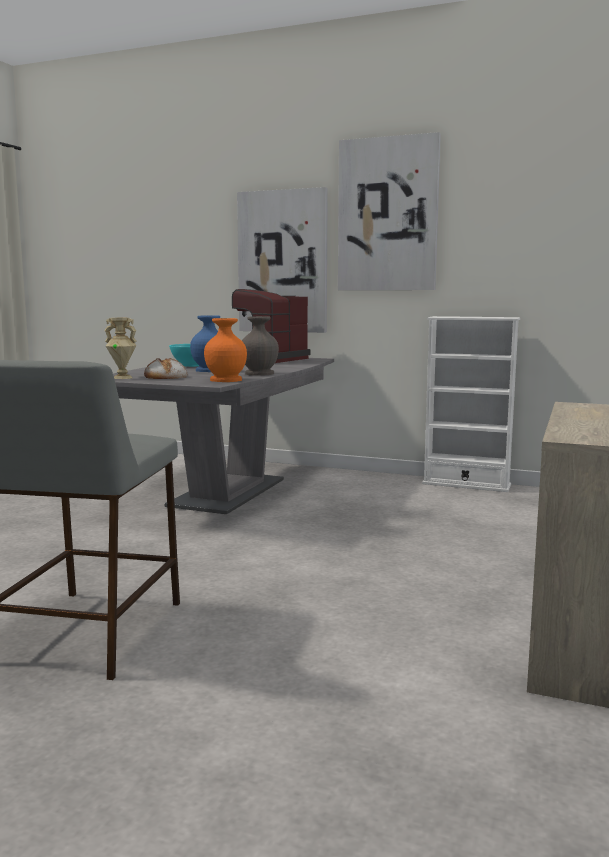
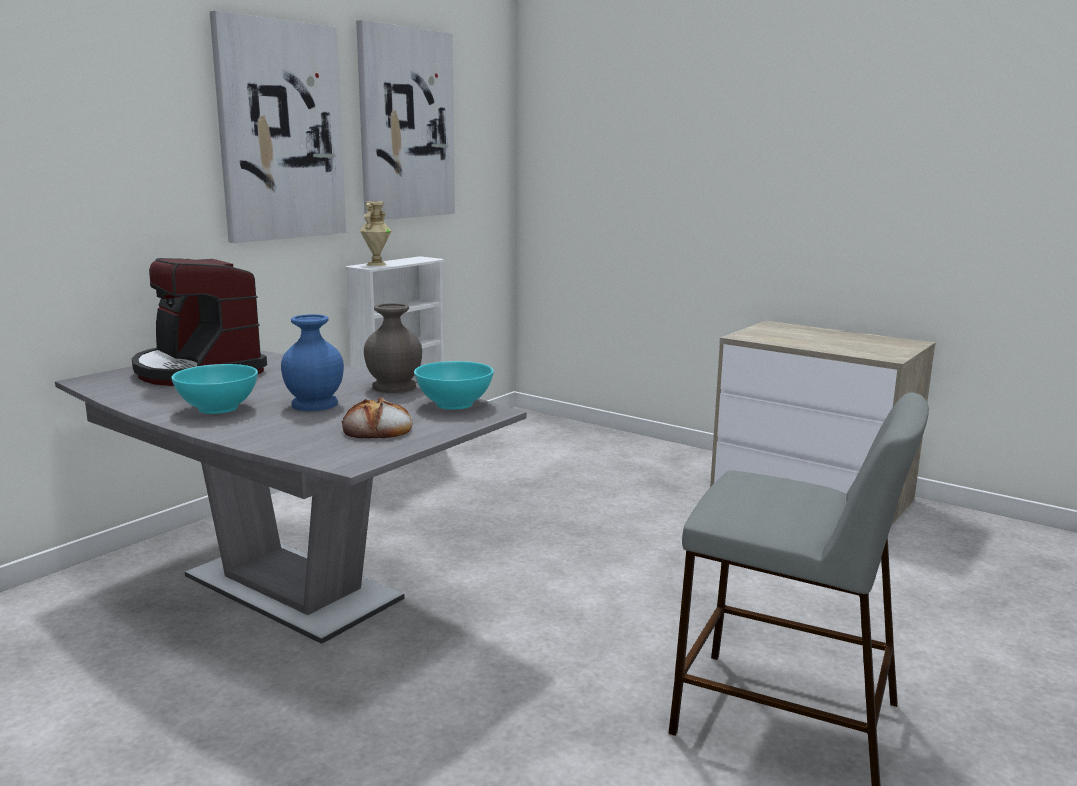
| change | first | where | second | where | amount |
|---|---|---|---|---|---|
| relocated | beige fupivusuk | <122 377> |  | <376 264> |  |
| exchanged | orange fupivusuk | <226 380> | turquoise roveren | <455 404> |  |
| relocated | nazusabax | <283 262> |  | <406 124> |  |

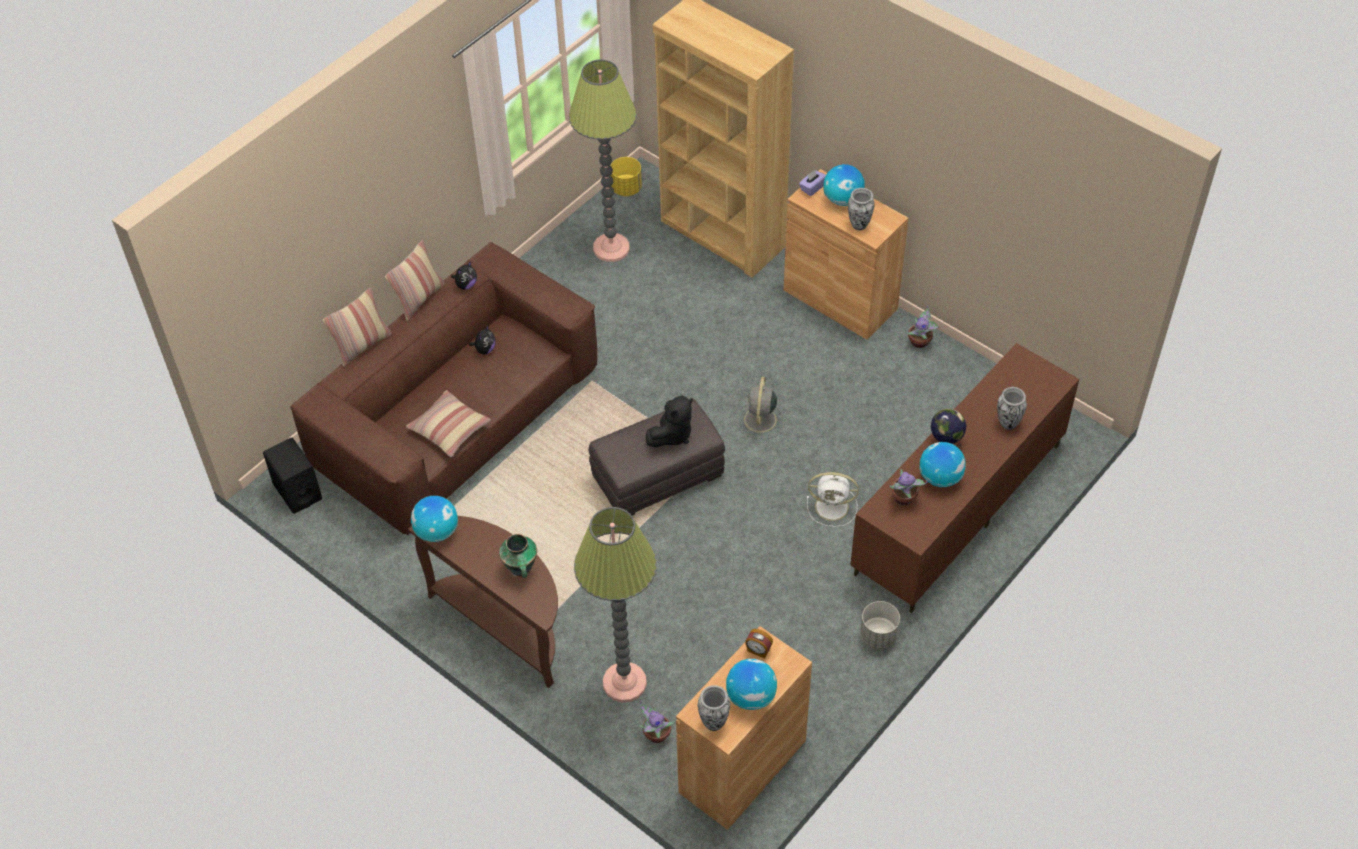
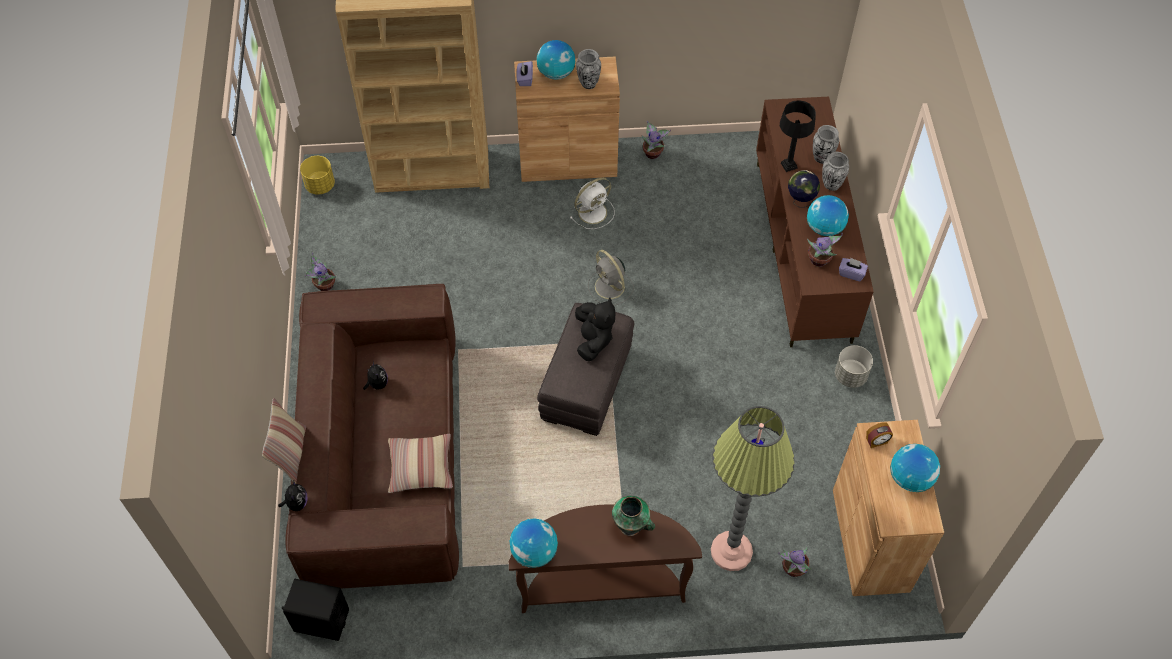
| change | first | where | second | where | amount |
|---|---|---|---|---|---|
| missing | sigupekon | <419 299> |  |  |  |
| relocated | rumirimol | <466 285> |  | <296 503> |  |
| missing | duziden | <611 248> |  |  |  |
| relocated | fupivusuk | <714 722> |  | <831 185> |  |
| relocated | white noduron | <833 507> |  | <593 212> |  |
| appeared |  |  | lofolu | <324 285> |  |
| appeared |  |  | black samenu | <788 165> |  |
| appeared |  |  | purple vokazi | <851 273> |  |

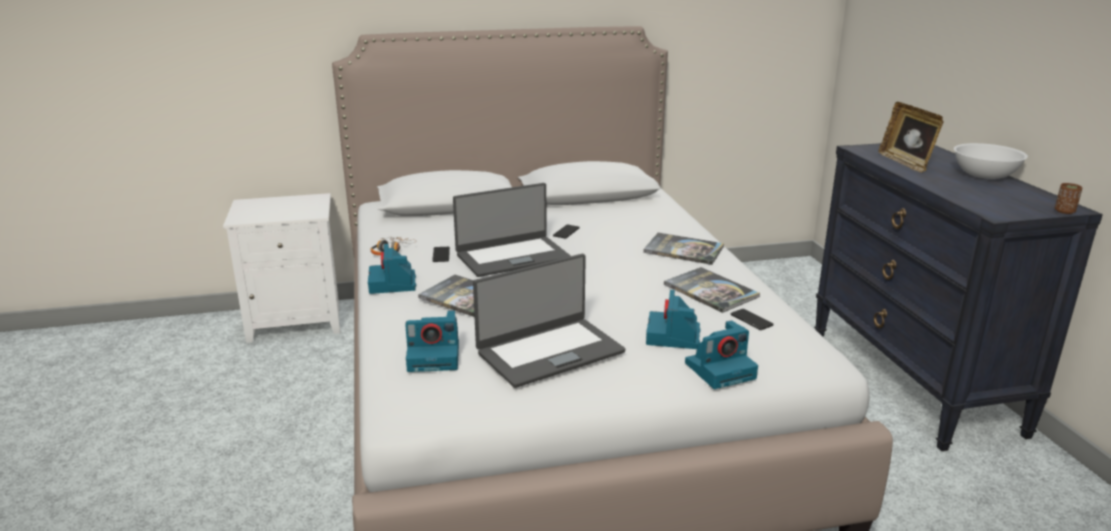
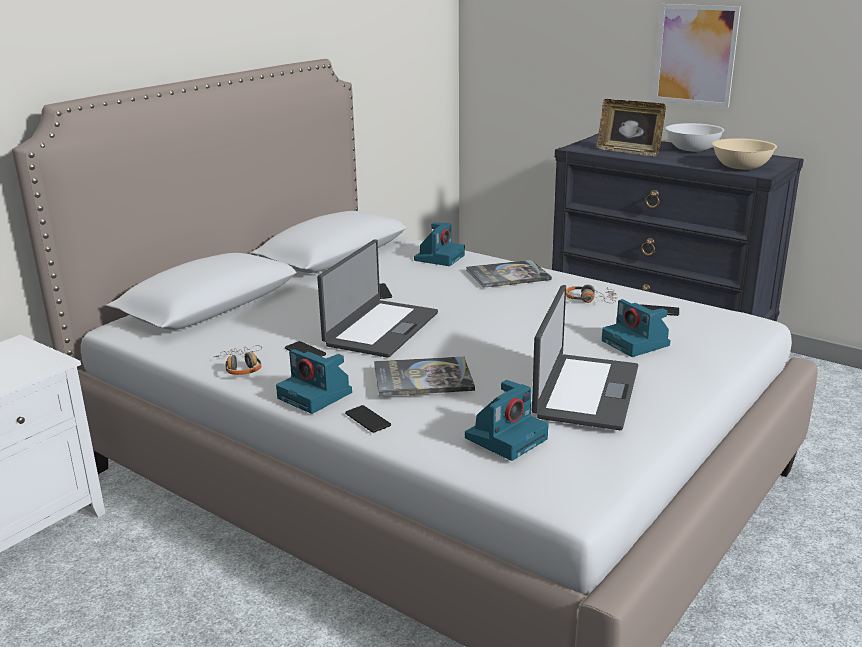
| change | first | where | second | where | amount |
|---|---|---|---|---|---|
| exchanged | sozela | <711 291> | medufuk | <591 300> |  |
| relocated | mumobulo | <721 370> |  | <439 257> |  |
| missing | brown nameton | <1064 211> |  |  |  |
| appeared |  |  | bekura | <368 419> |  |
| appeared |  |  | nazusabax | <695 55> |  |
| appeared |  |  | beige roveren | <741 167> |  |

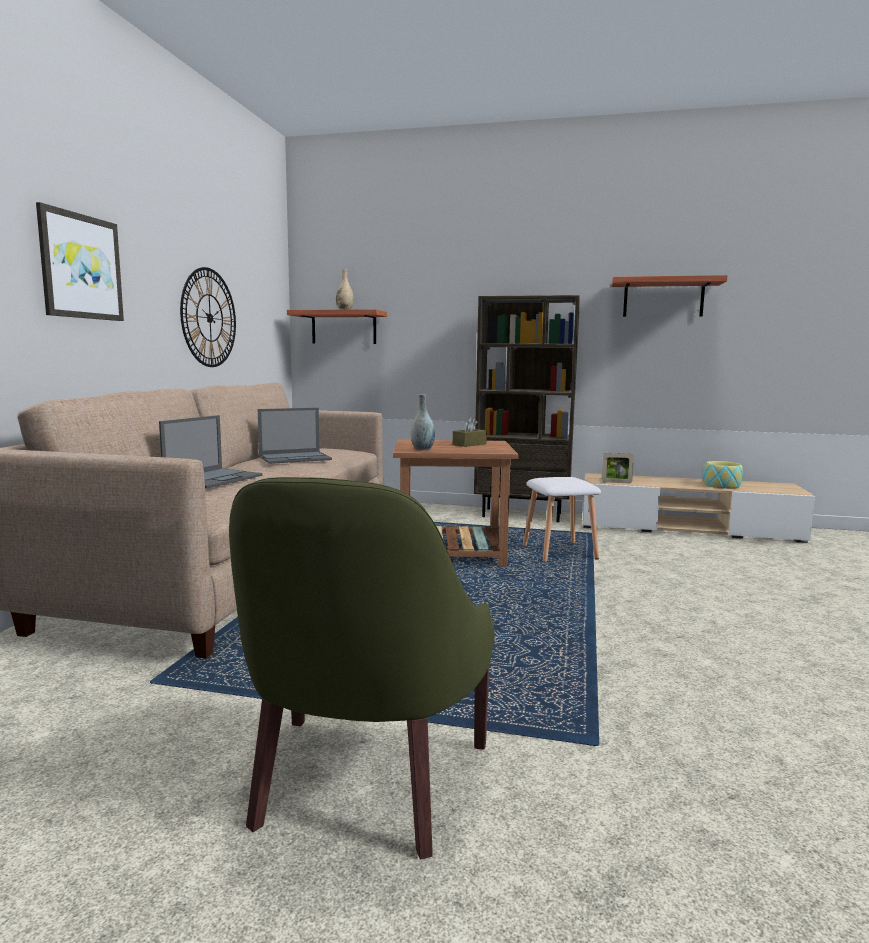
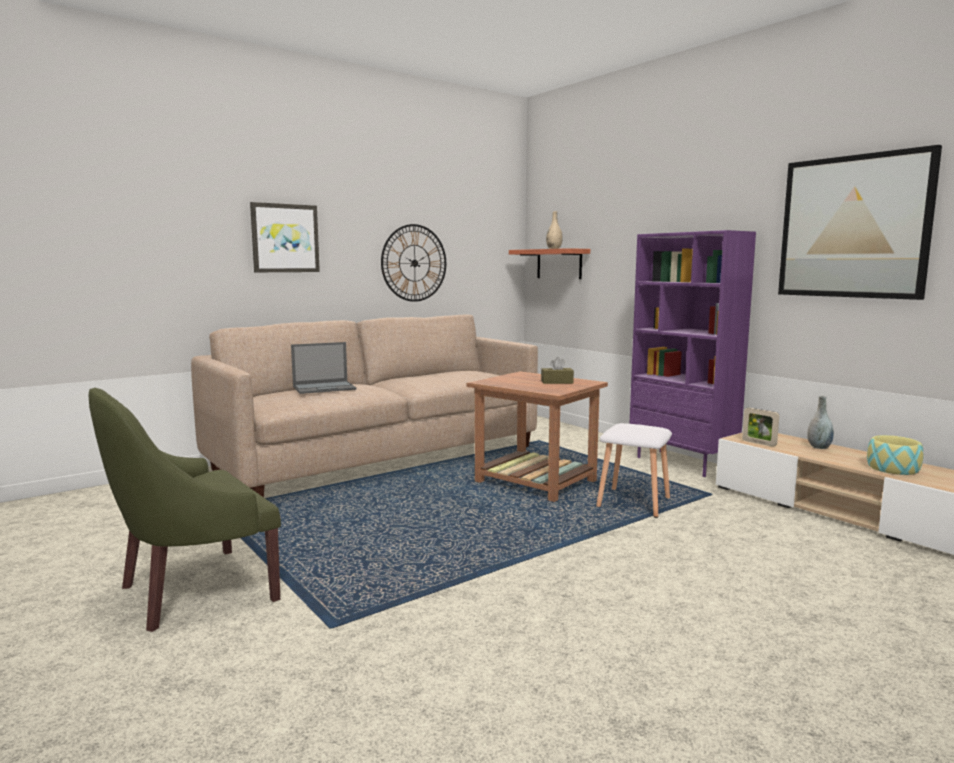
| change | first | where | second | where | amount |
|---|---|---|---|---|---|
| missing | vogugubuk | <296 458> |  |  |  |
| relocated | grey fupivusuk | <422 449> |  | <819 447> |  |
| colour | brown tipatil | <522 515> | purple tipatil | <682 463> |  |
| exchanged | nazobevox | <663 298> | nazusabax | <853 227> |  |

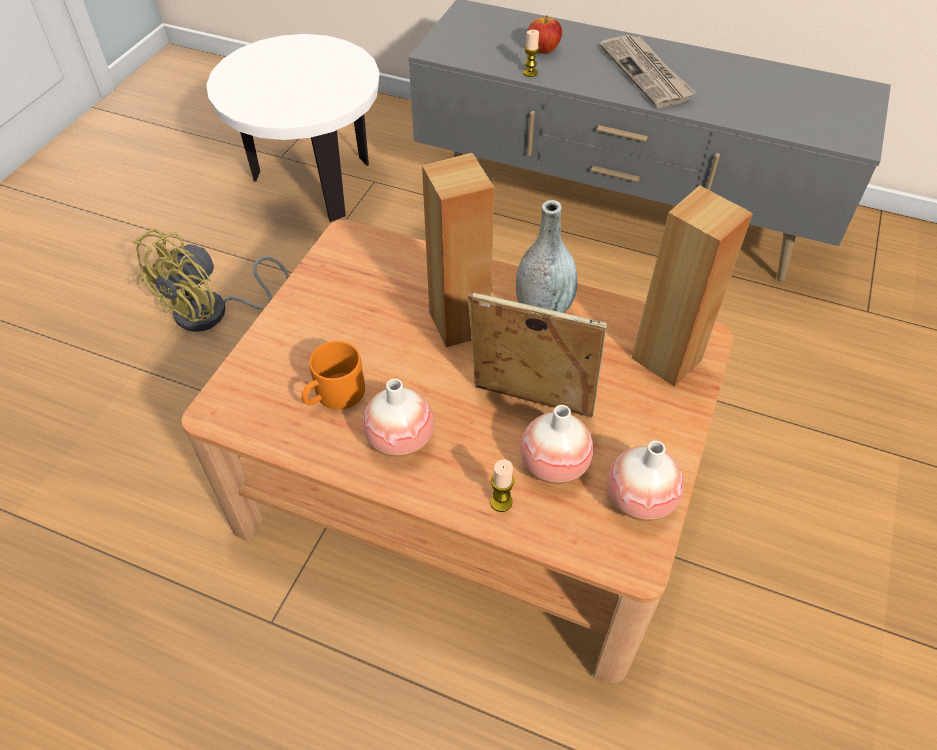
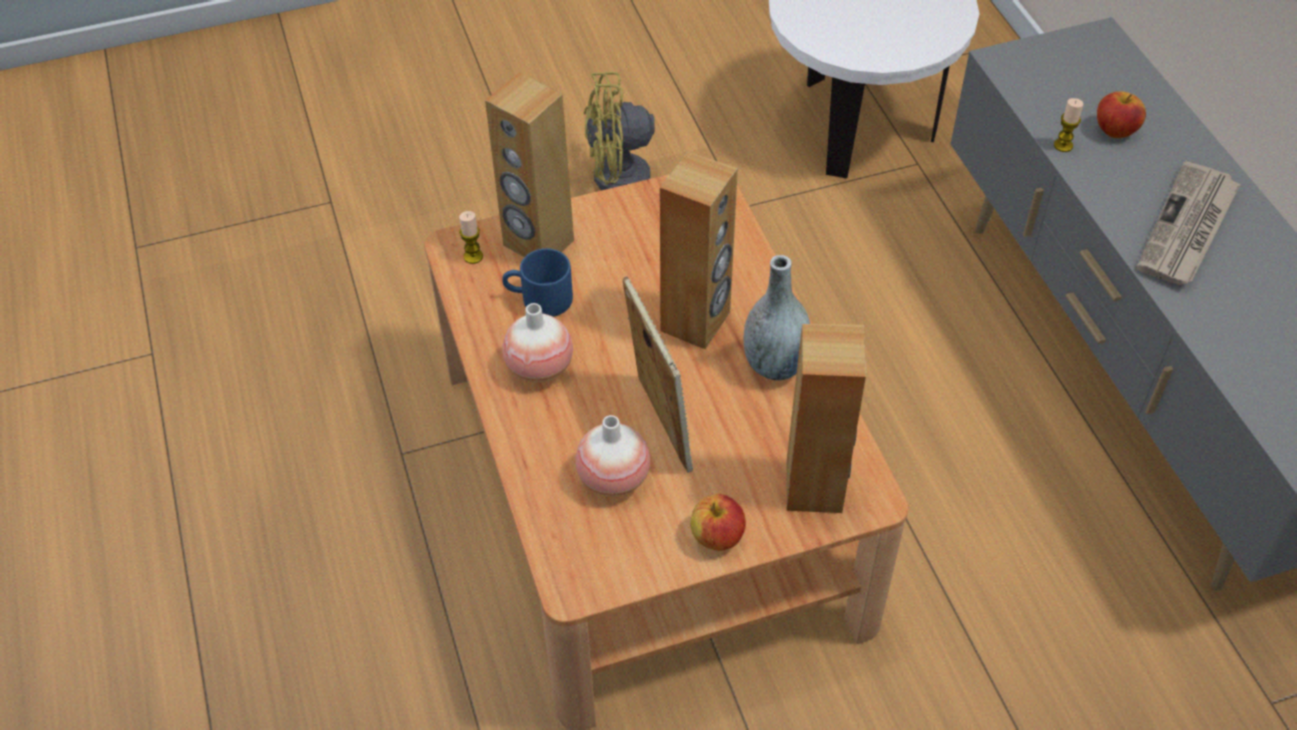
| change | first | where | second | where | amount |
|---|---|---|---|---|---|
| colour | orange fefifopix | <334 396> | blue fefifopix | <538 299> |  |
| relocated | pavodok | <501 502> |  | <473 256> |  |
| missing | fupivusuk | <639 500> |  |  |  |
| appeared |  |  | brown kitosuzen | <538 243> |  |
| appeared |  |  | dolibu | <717 537> |  |

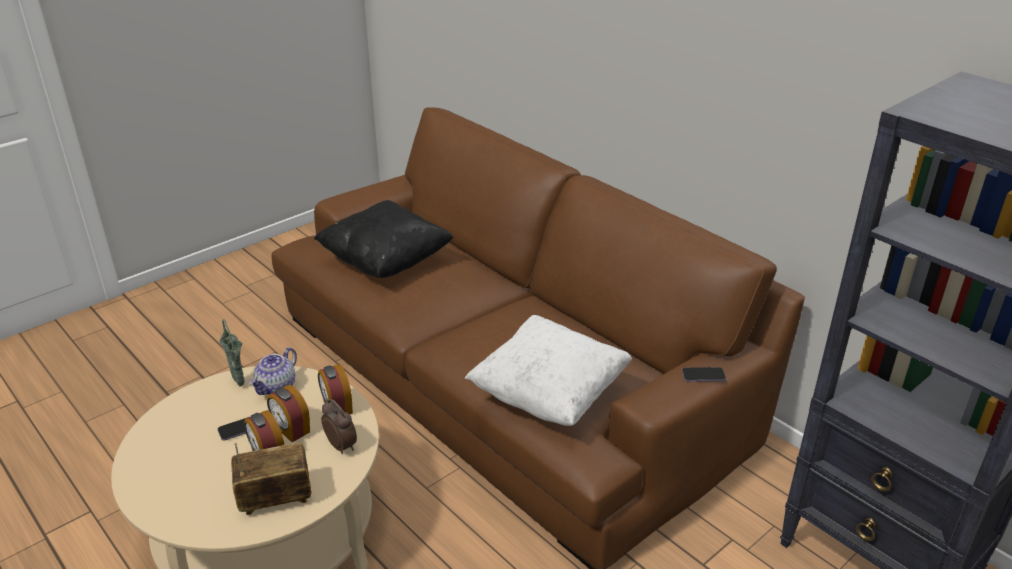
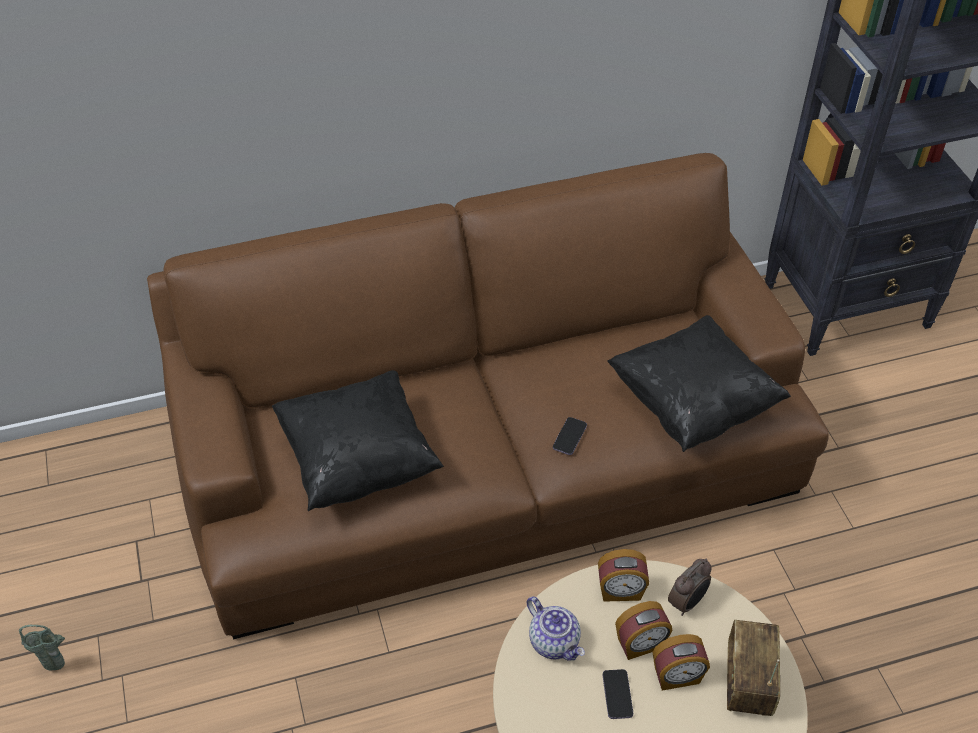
| change | first | where | second | where | amount |
|---|---|---|---|---|---|
| relocated | green fupivusuk | <240 385> |  | <59 668> |  |
| spun | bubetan | <342 445> |  | <687 602> | 150 degrees clockwise |
| colour | white sigupekon | <549 395> | black sigupekon | <692 404> |  |
| relocated | bekura | <703 376> |  | <569 437> |  |

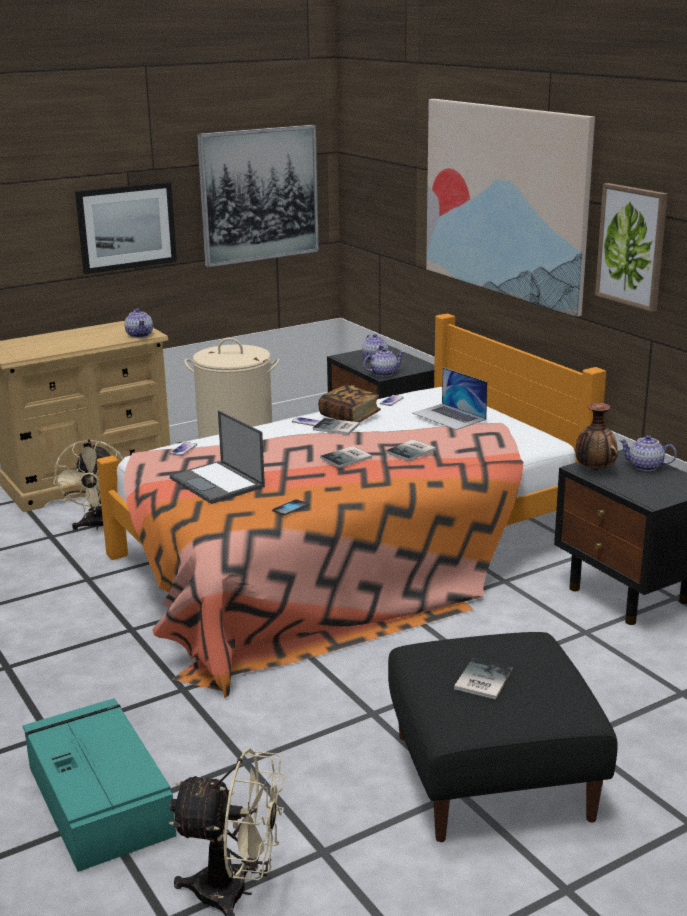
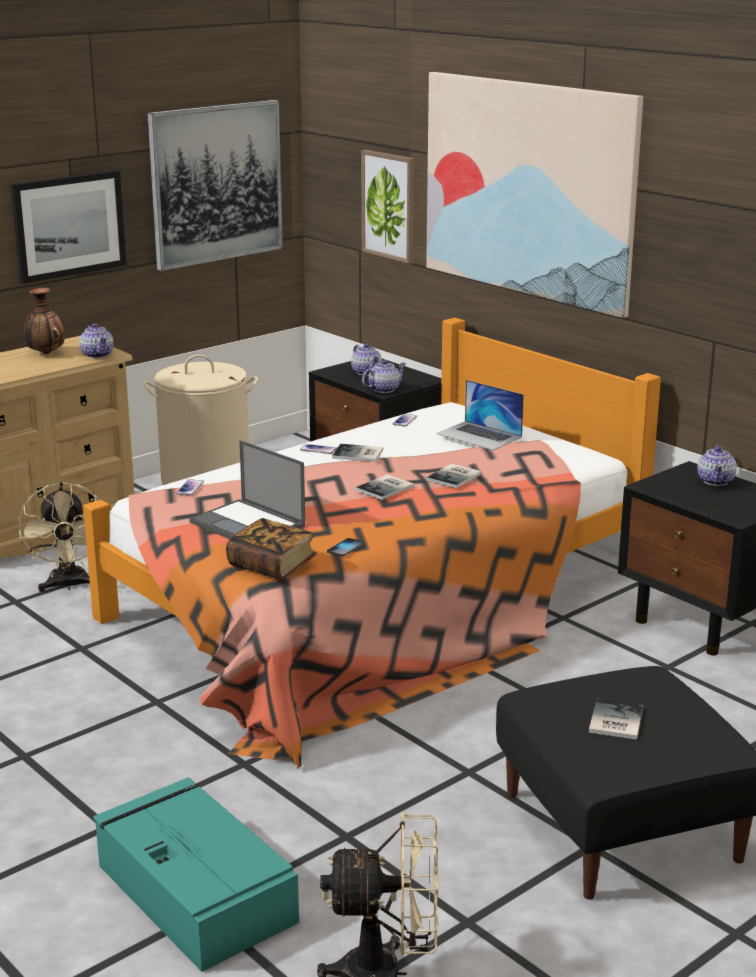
| change | first | where | second | where | amount |
|---|---|---|---|---|---|
| relocated | sozela | <349 417> |  | <272 566> |  |
| relocated | fupivusuk | <594 469> |  | <45 353> |  |
| relocated | nazusabax | <632 246> |  | <389 205> |  |
| spun | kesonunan | <646 467> |  | <716 481> | 90 degrees counterclockwise |

